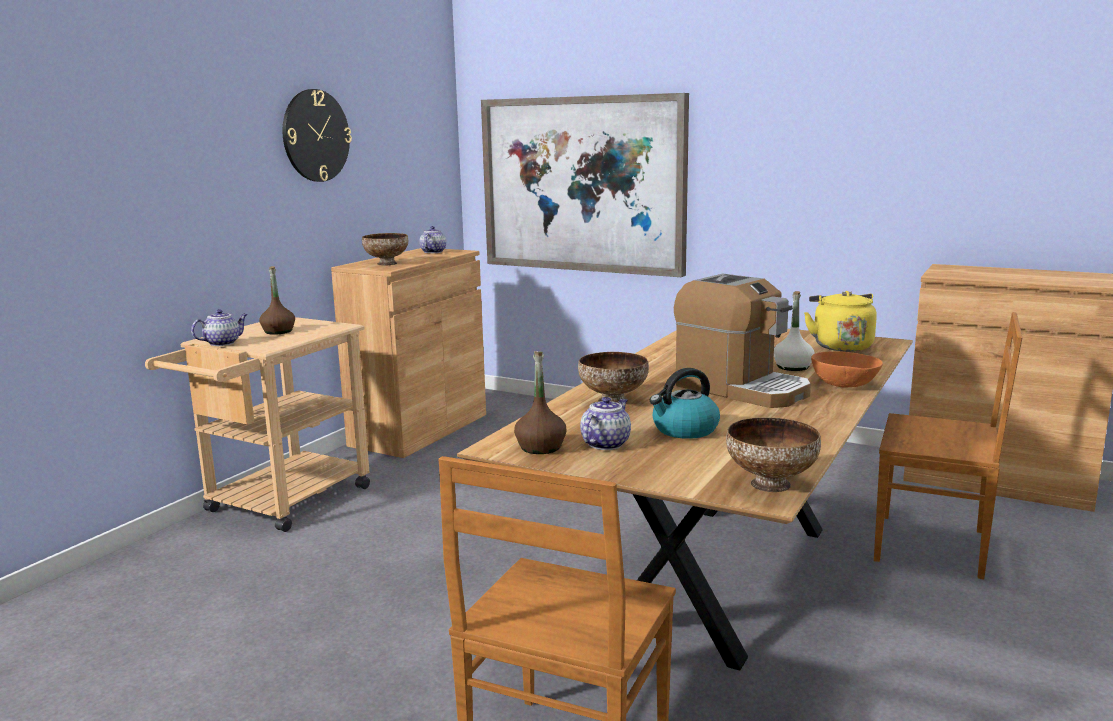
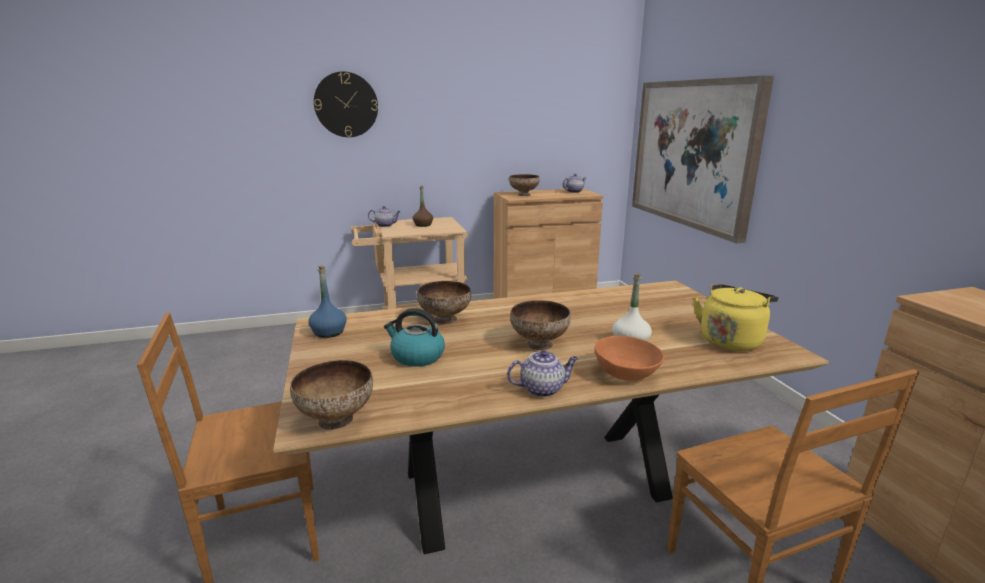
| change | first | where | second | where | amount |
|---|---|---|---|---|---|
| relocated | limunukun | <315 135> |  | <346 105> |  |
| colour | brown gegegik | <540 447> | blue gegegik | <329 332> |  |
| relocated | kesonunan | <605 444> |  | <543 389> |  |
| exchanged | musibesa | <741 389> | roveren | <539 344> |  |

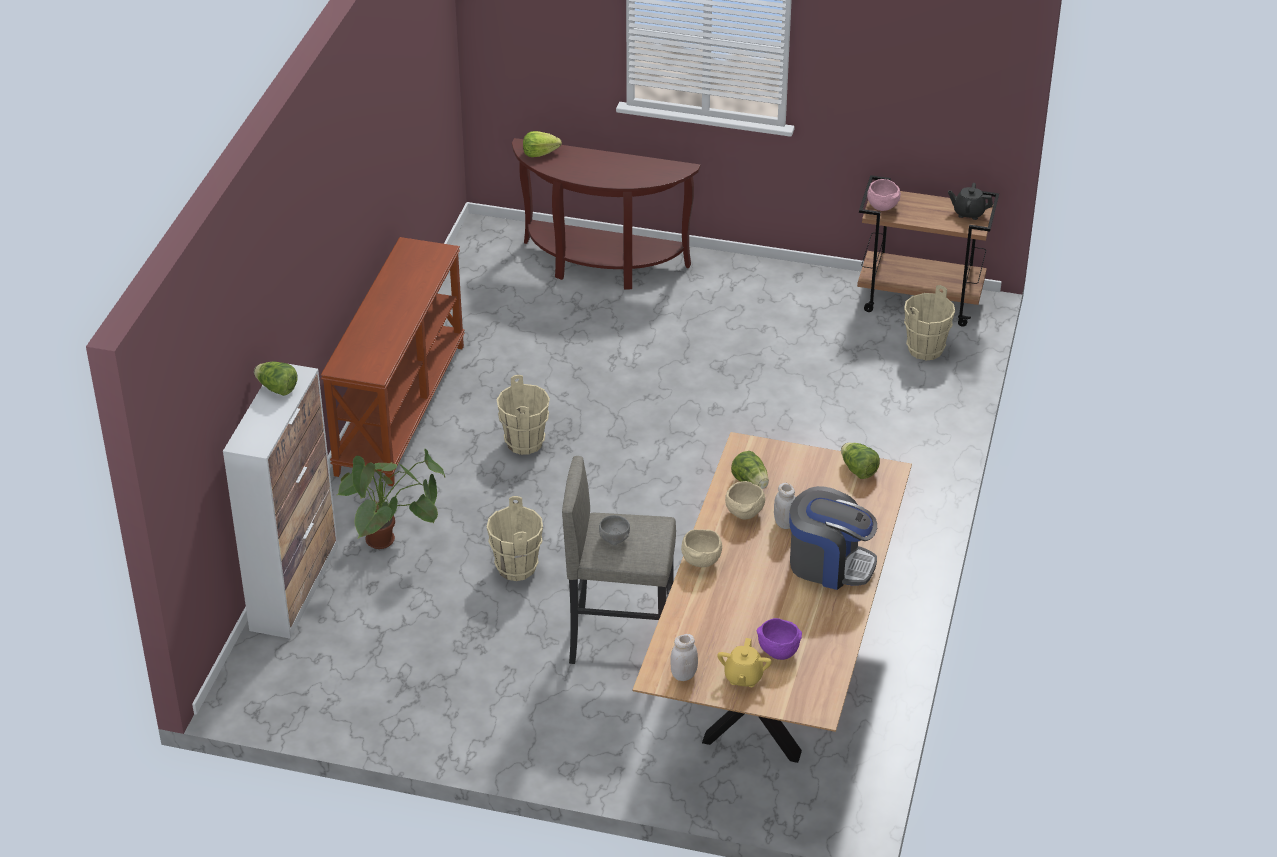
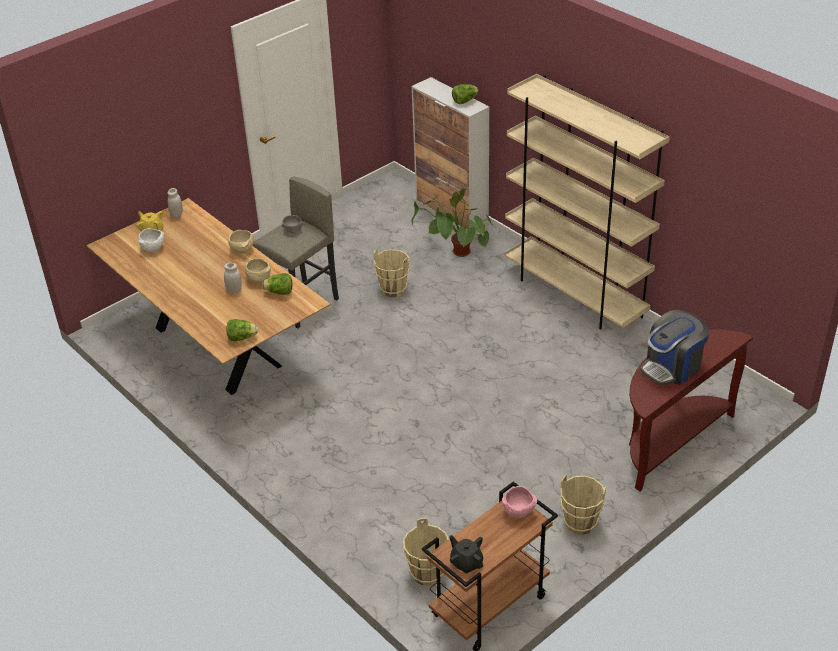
| change | first | where | second | where | amount |
|---|---|---|---|---|---|
| exchanged | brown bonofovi | <399 408> | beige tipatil | <575 295> |  |
| relocated | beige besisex | <525 443> |  | <580 523> |  |
| missing | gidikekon | <539 153> |  |  |  |
| colour | purple roveren | <777 652> | white roveren | <153 248> |  |
| relocated | musibesa | <829 564> |  | <672 367> |  |
| spun | black kesonunan | <968 213> |  | <466 563> | 90 degrees counterclockwise |

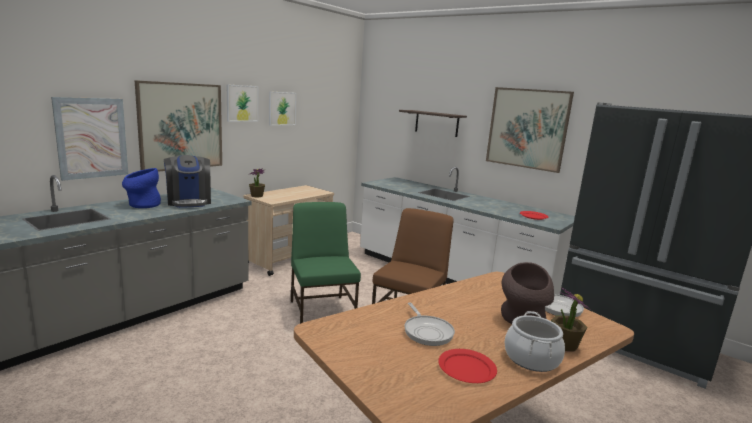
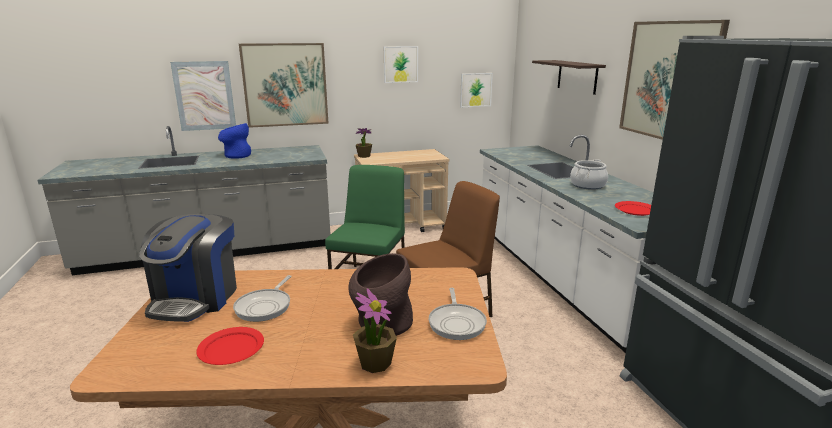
| change | first | where | second | where | amount |
|---|---|---|---|---|---|
| relocated | musibesa | <189 201> |  | <196 298> |  |
| relocated | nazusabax | <242 103> |  | <475 89> |  |
| relocated | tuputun | <532 358> |  | <588 185> |  |

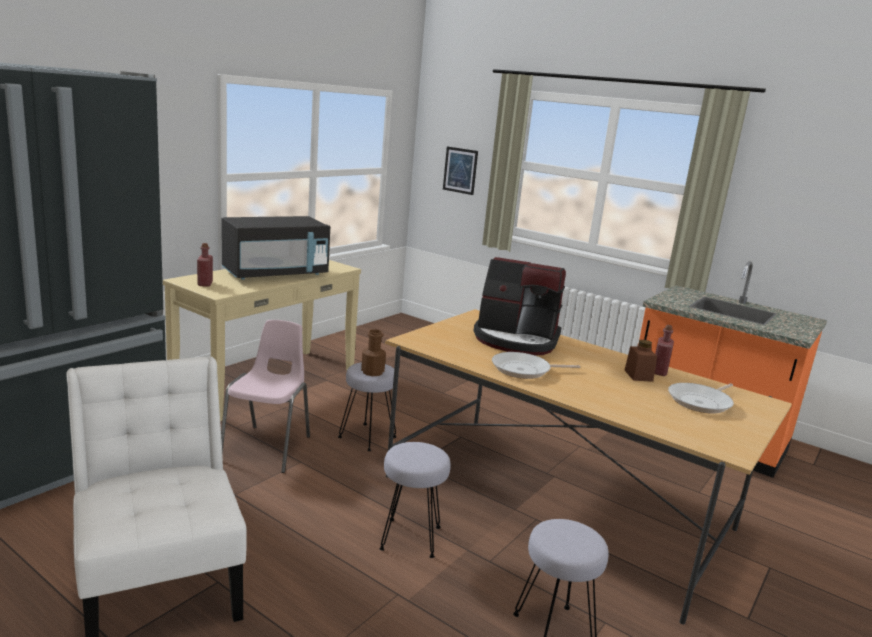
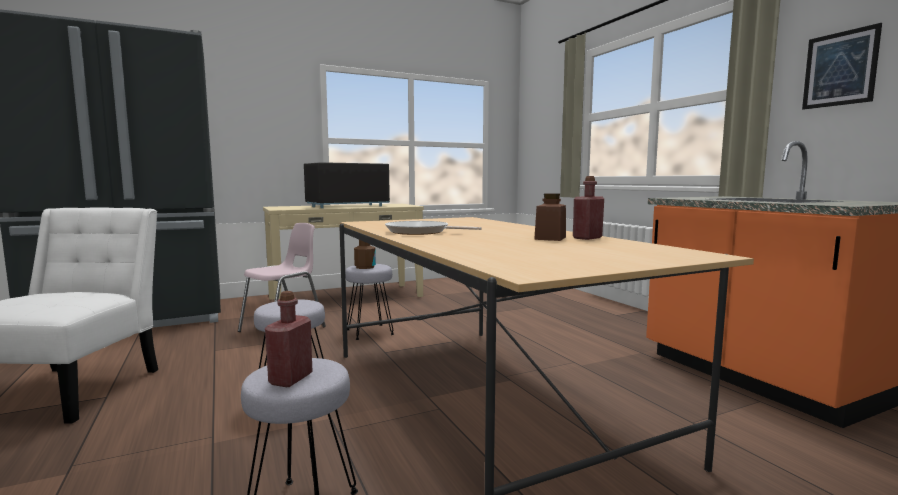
| change | first | where | second | where | amount |
|---|---|---|---|---|---|
| relocated | red gegegik | <205 284> |  | <291 379> |  |
| spun | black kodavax | <275 274> |  | <347 206> | 150 degrees clockwise |
| relocated | nazusabax | <460 170> |  | <840 69> |  |
| missing | musibesa | <516 340> |  |  |  |
| missing | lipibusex | <701 402> |  |  |  |

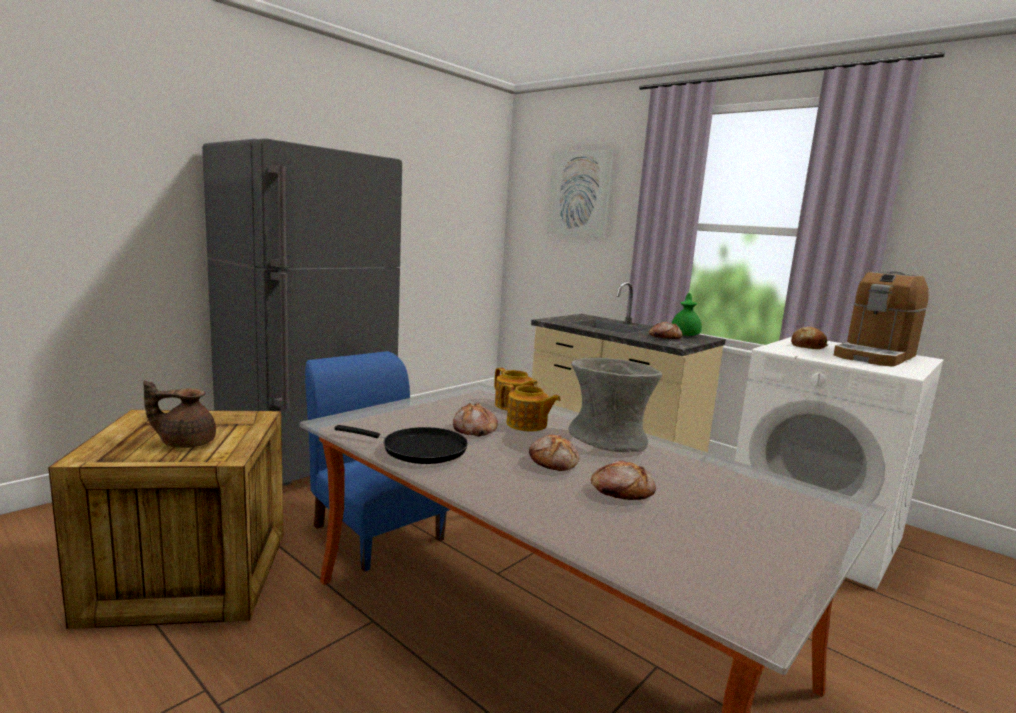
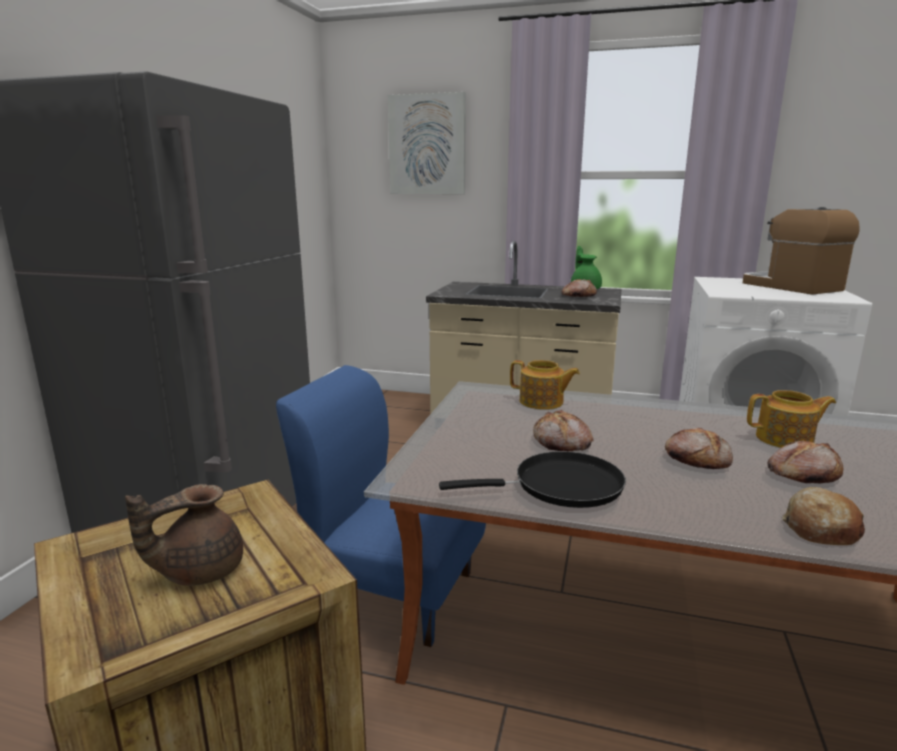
| change | first | where | second | where | amount |
|---|---|---|---|---|---|
| relocated | kesonunan | <527 425> |  | <786 439> |  |
| missing | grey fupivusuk | <608 439> |  |  |  |
| relocated | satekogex | <807 346> |  | <820 529> |  |
| spun | musibesa | <875 356> |  | <790 287> | 135 degrees clockwise |

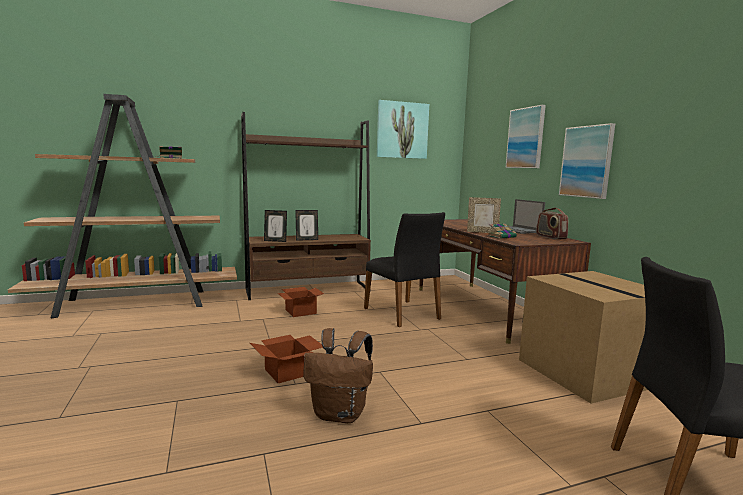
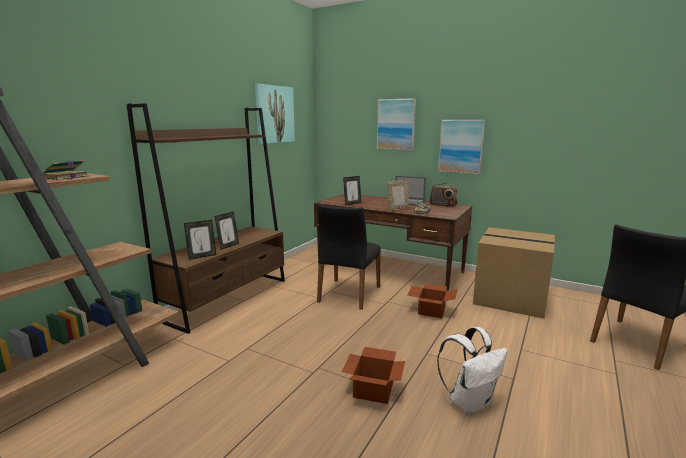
| change | first | where | second | where | amount |
|---|---|---|---|---|---|
| relocated | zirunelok | <301 311> |  | <430 310> |  |
| colour | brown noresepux | <340 414> | white noresepux | <470 401> |  |
| spun | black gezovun | <403 313> |  | <348 294> | 90 degrees clockwise |
| appeared |  |  | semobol | <352 204> |  |

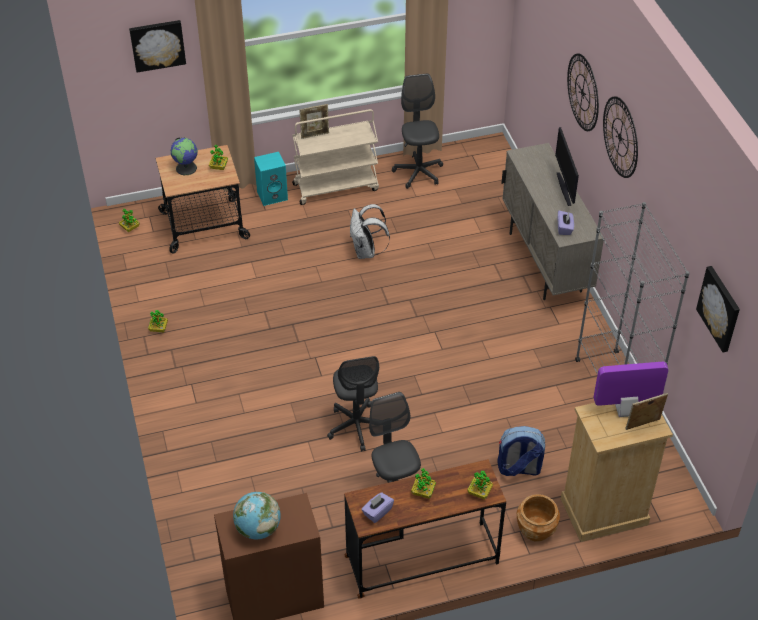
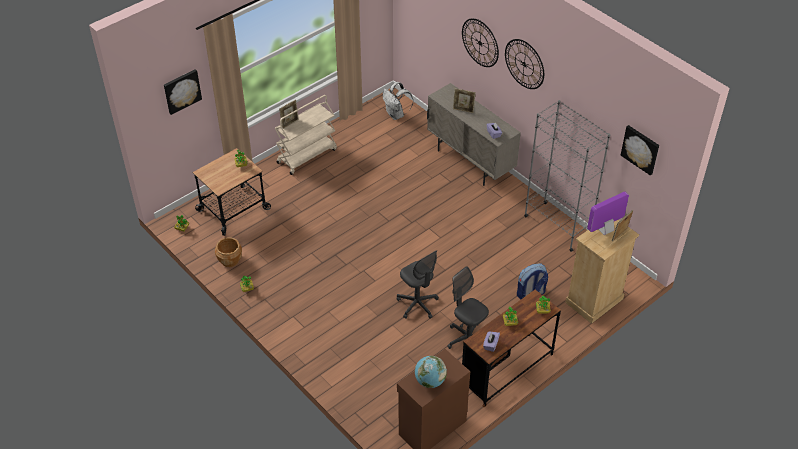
| change | first | where | second | where | amount |
|---|---|---|---|---|---|
| missing | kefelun | <186 168> |  |  |  |
| missing | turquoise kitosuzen | <273 195> |  |  |  |
| relocated | white noresepux | <366 252> |  | <396 115> |  |
| missing | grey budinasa | <418 173> |  |  |  |
| relocated | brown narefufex | <536 529> |  | <230 260> |  |
| missing | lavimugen | <565 189> |  |  |  |
| appeared |  |  | semobol | <463 110> |  |

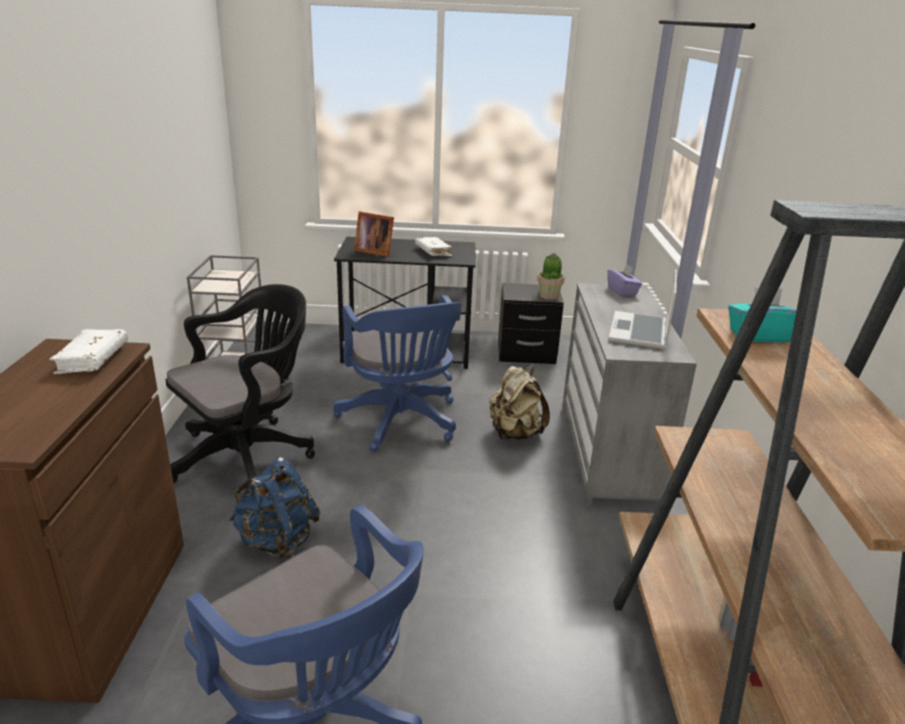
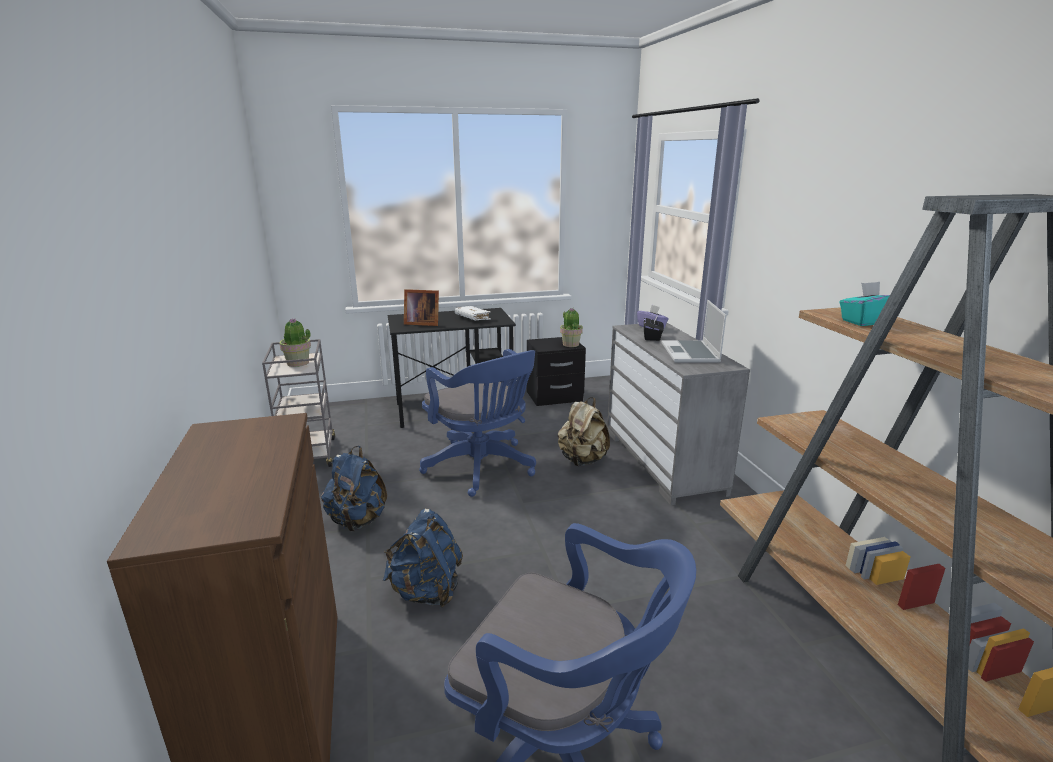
| change | first | where | second | where | amount |
|---|---|---|---|---|---|
| missing | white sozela | <93 360> |  |  |  |
| exchanged | black budinasa | <249 455> | blue noresepux | <357 521> |  |
| appeared |  |  | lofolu | <298 363> |  |
| appeared |  |  | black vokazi | <652 337> |  |

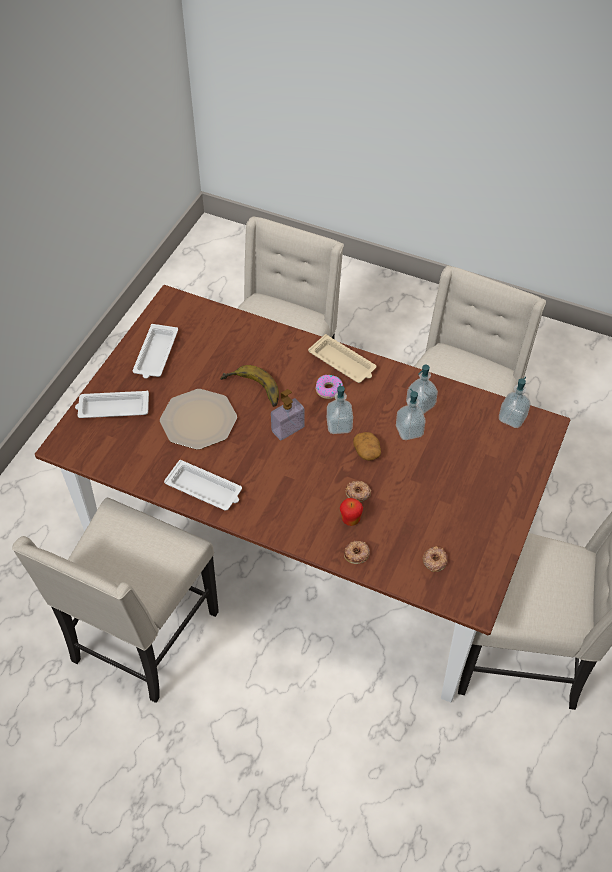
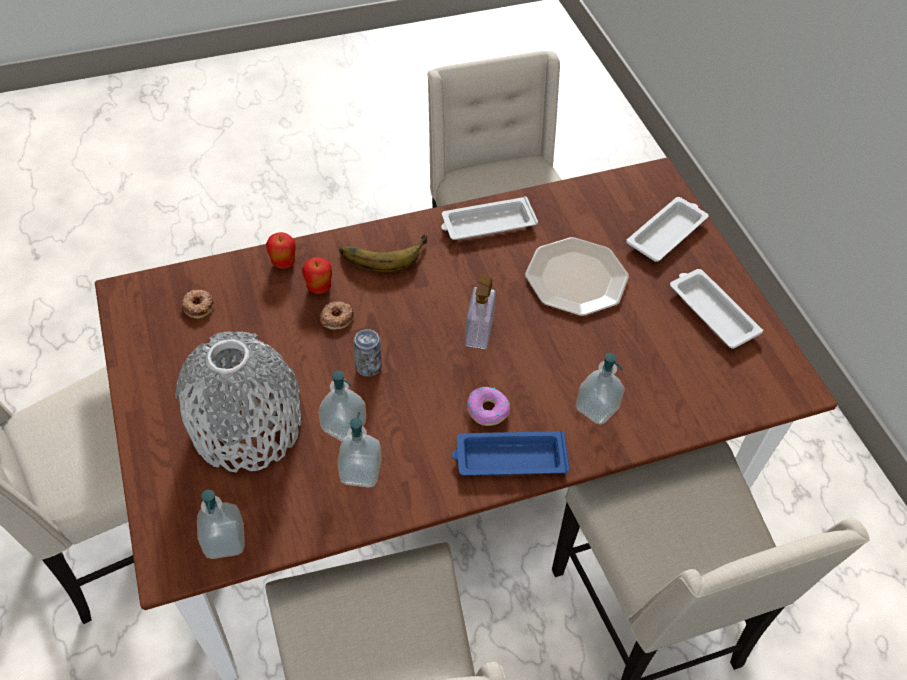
| change | first | where | second | where | amount |
|---|---|---|---|---|---|
| relocated | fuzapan | <251 391> |  | <383 251> |  |
| colour | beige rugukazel | <343 363> | blue rugukazel | <509 458> |  |
| relocated | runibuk | <339 425> |  | <596 408> |  |
| exchanged | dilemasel | <357 554> | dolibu | <283 263> |  |
| exchanged | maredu | <367 452> | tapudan | <368 367> |  |
| appeared |  |  | grey fupivusuk | <247 426> |  |

